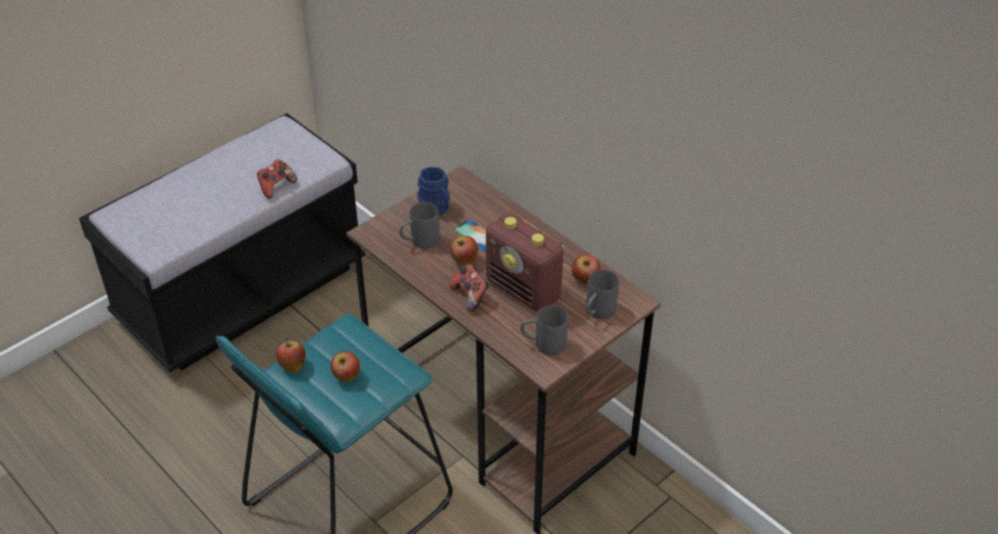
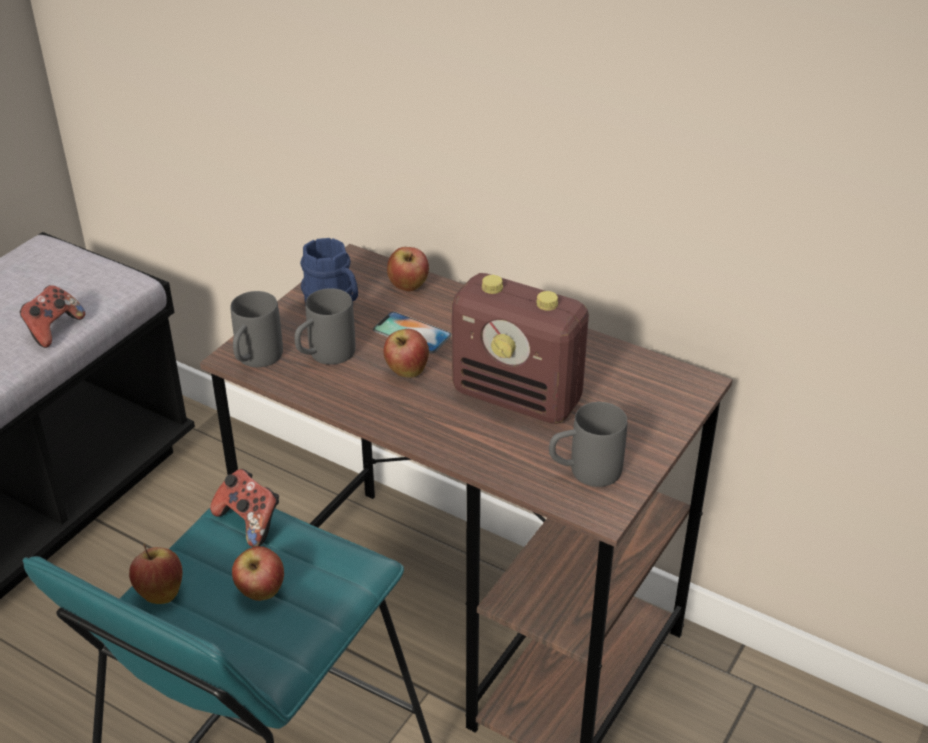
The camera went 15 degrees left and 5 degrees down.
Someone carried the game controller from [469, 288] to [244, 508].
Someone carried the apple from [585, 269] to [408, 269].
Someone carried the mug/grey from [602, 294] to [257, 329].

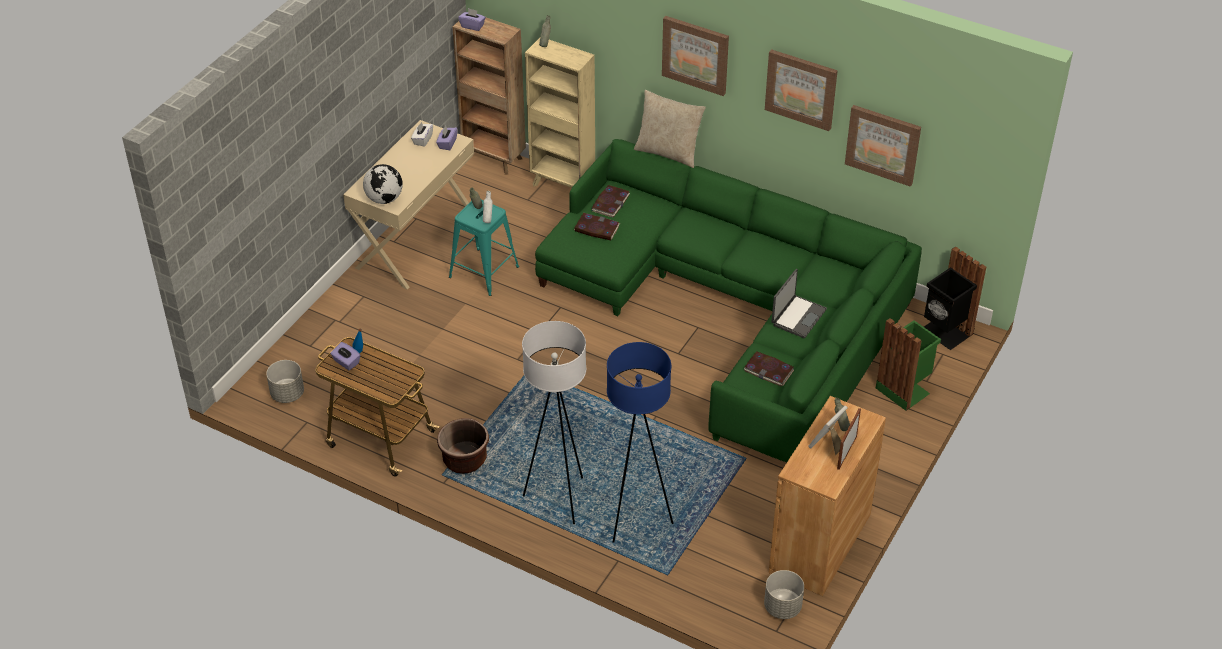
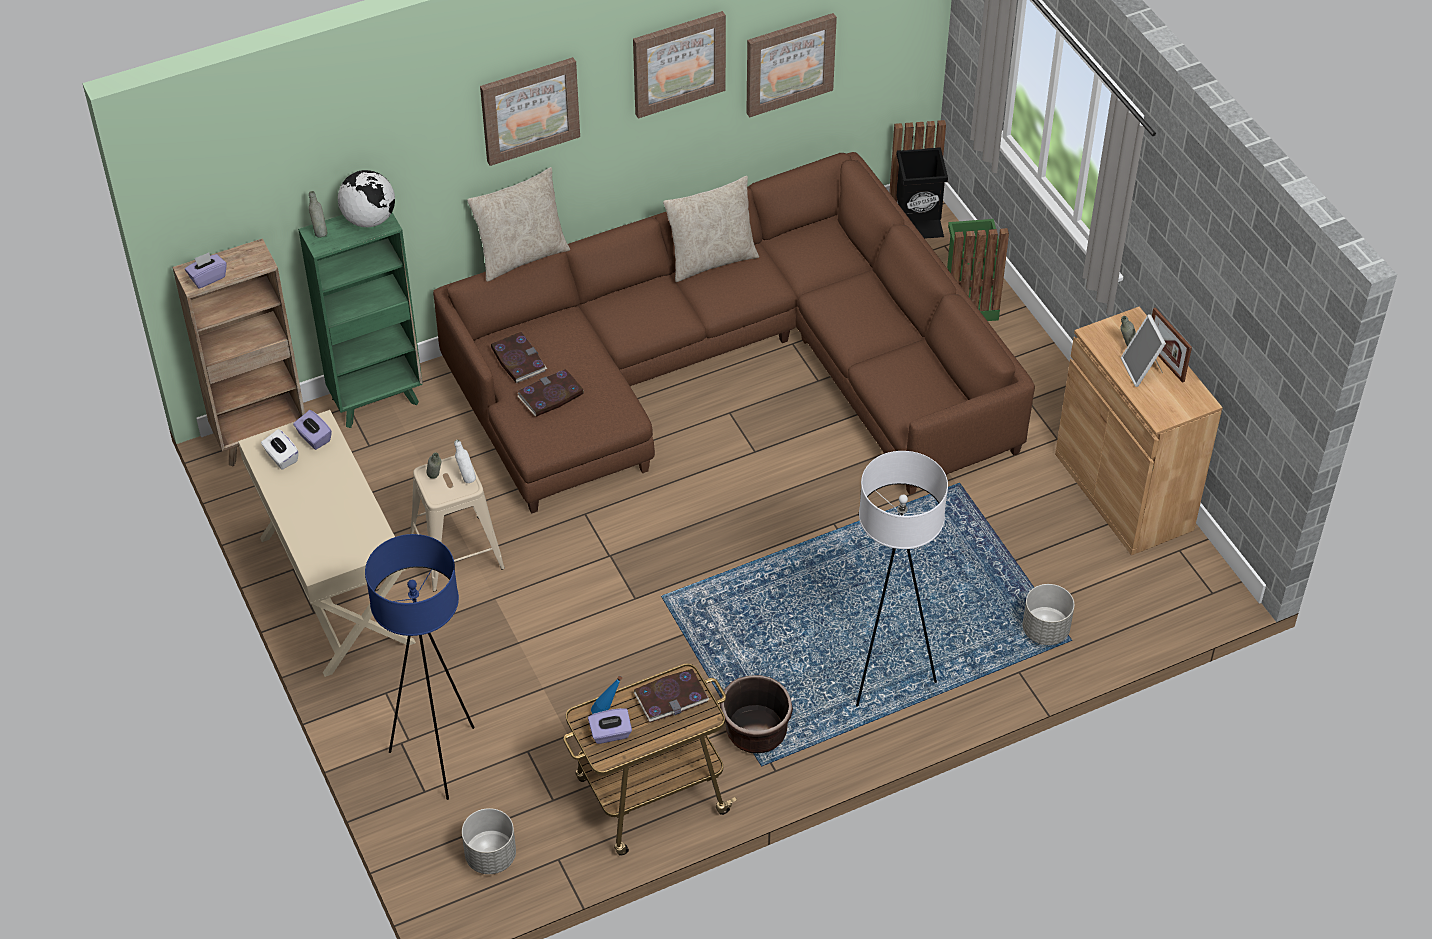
The camera went 55 degrees left and 5 degrees up.
Someone carried the globe from [383, 184] to [366, 198].
Someone repainted the stool/turquoise at [484, 248], which became the stool/beige at [457, 523].
Someone repainted the bookcase/beige at [560, 113], which became the bookcase/green at [360, 320].
Someone repainted the sofa/green at [728, 300], which became the sofa/brown at [734, 333].
Someone carried the floor lamp/blue from [640, 442] to [420, 667].
Someone carried the book from [769, 369] to [671, 696].
Someone carried the planter/grey from [784, 594] to [1048, 614].
Someone took away the laptop at [799, 303].
Someone put down the pillow/beige at [711, 229].

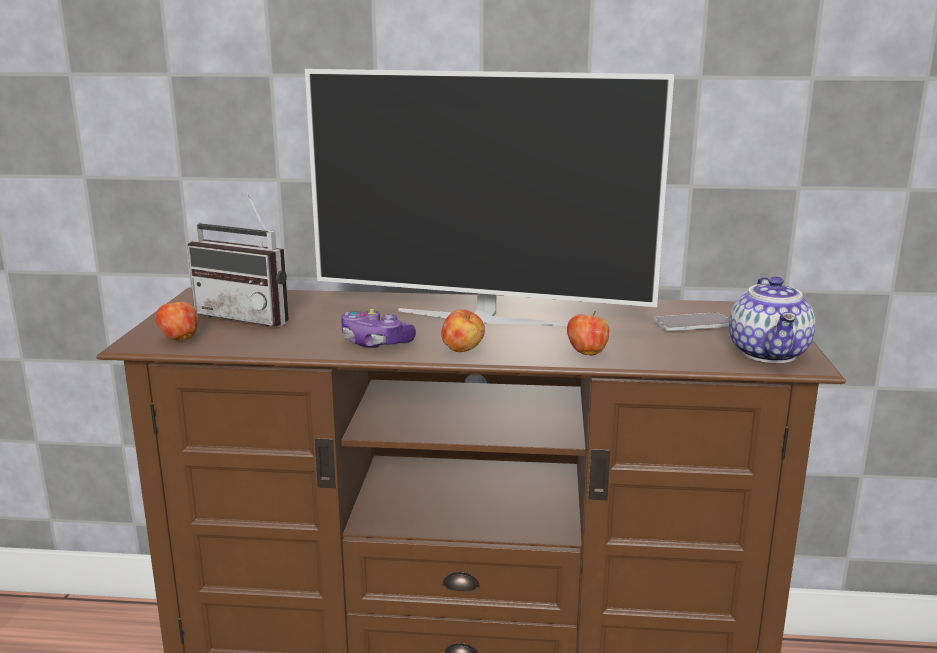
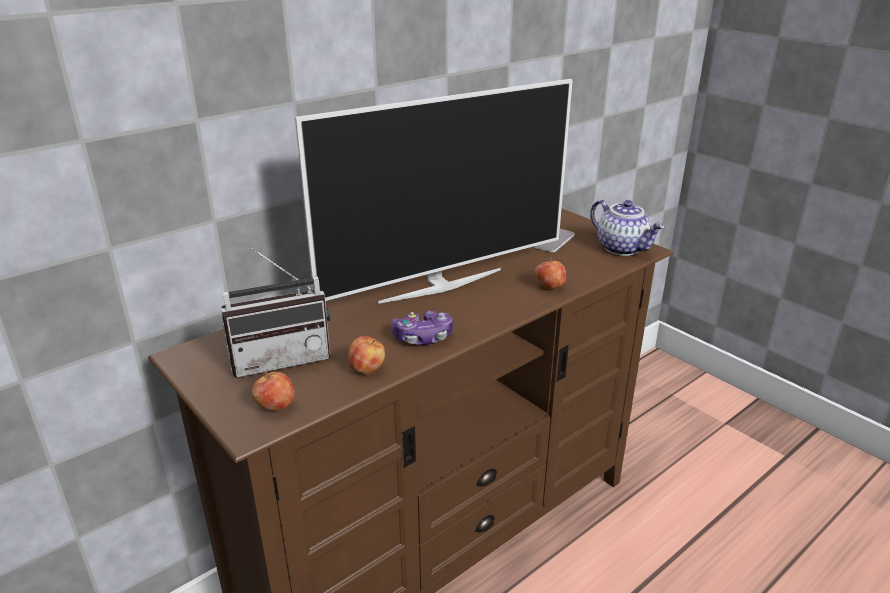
The camera went 45 degrees left and 10 degrees up.
Someone carried the apple from [463, 330] to [366, 355].

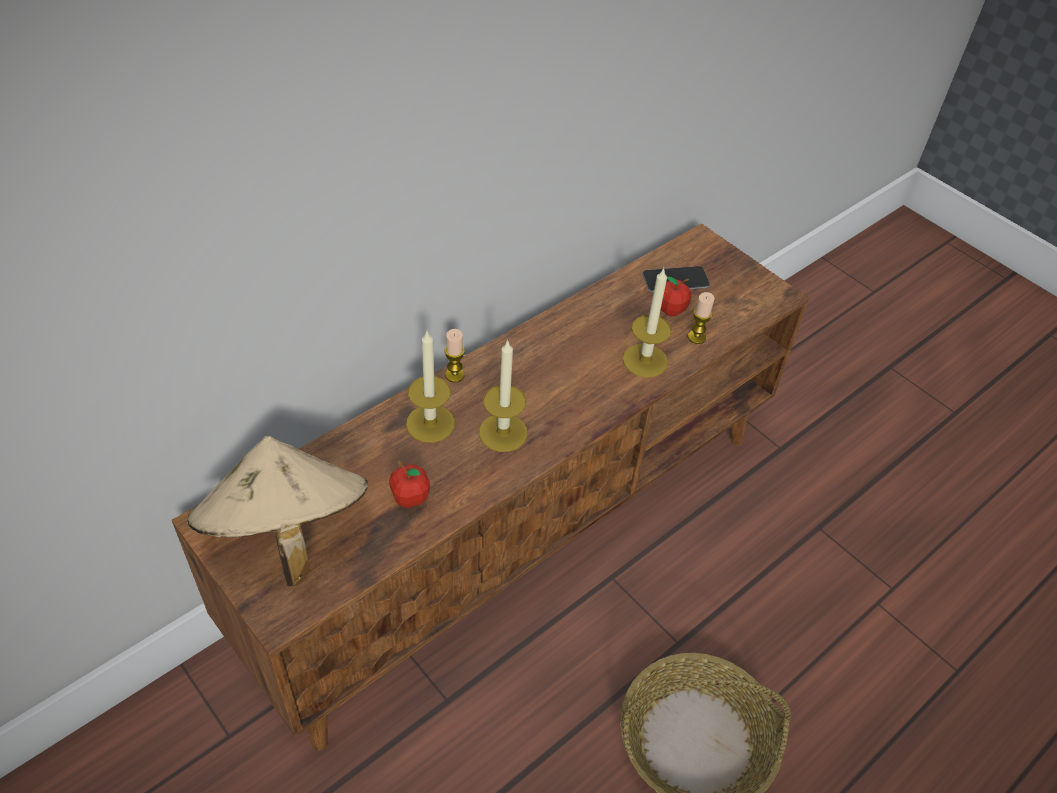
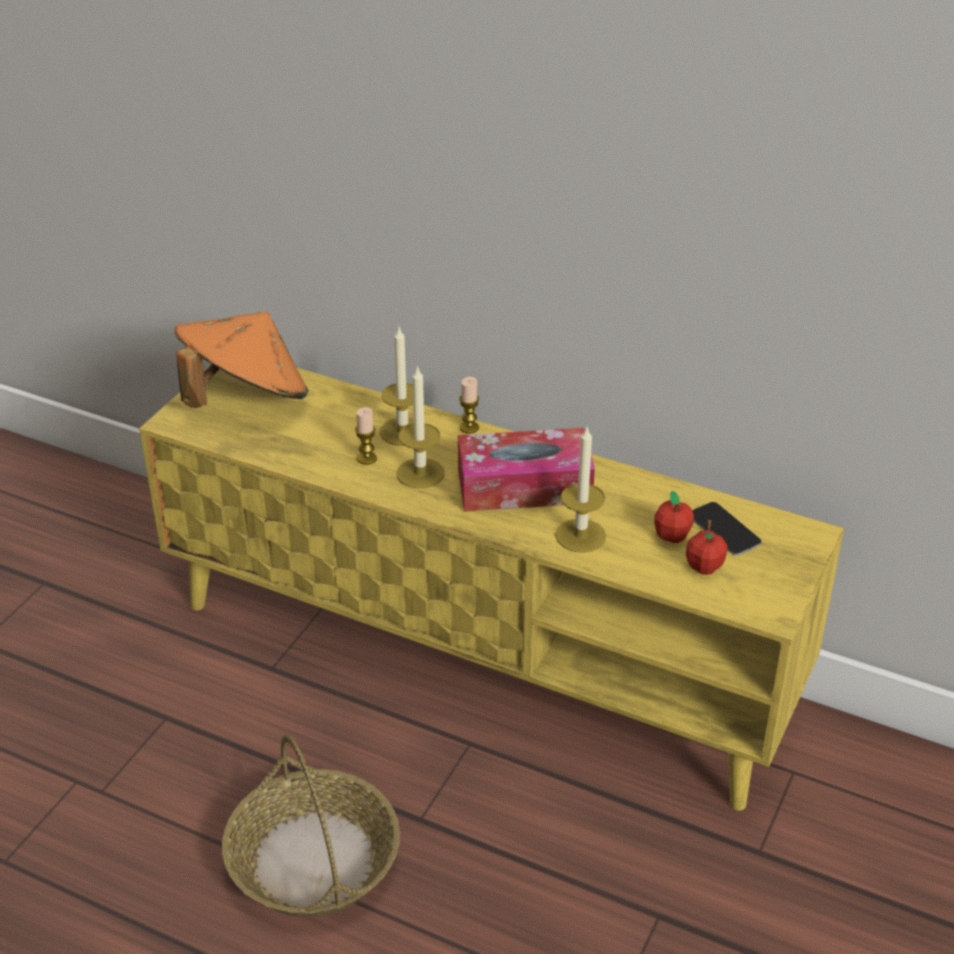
The camera went 70 degrees right and 10 degrees down.
Someone repainted the tv stand/brown at [490, 487], which became the tv stand/yellow at [491, 589].
Someone repainted the hat/beige at [278, 511], which became the hat/orange at [241, 360].
Someone carried the apple from [409, 484] to [707, 547].
Someone carried the candle from [701, 318] to [366, 436].
Someone put down the tissue box at [526, 470].

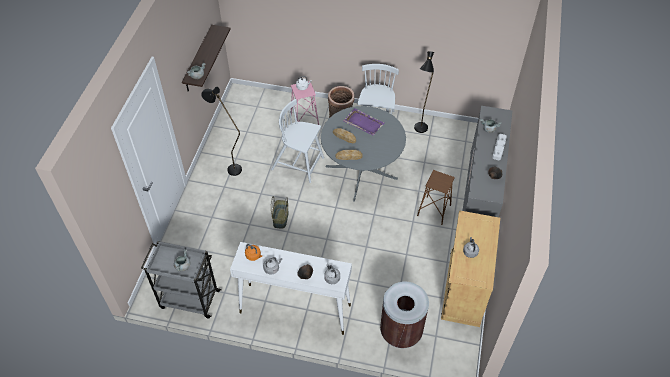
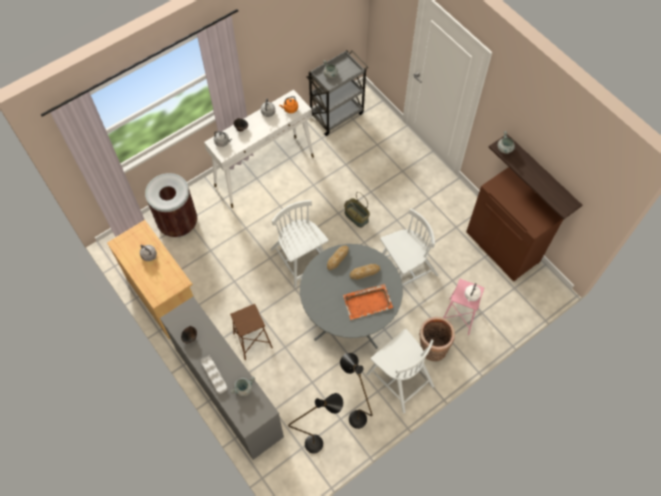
The camera went 130 degrees right and 10 degrees up.
Someone carried the floor lamp/black from [221, 131] to [315, 423].
Someone repainted the tray/purple at [364, 121], which became the tray/orange at [368, 302].
Someone put down the chair/white at [299, 244].
Someone put down the cabinet/brown at [514, 224].

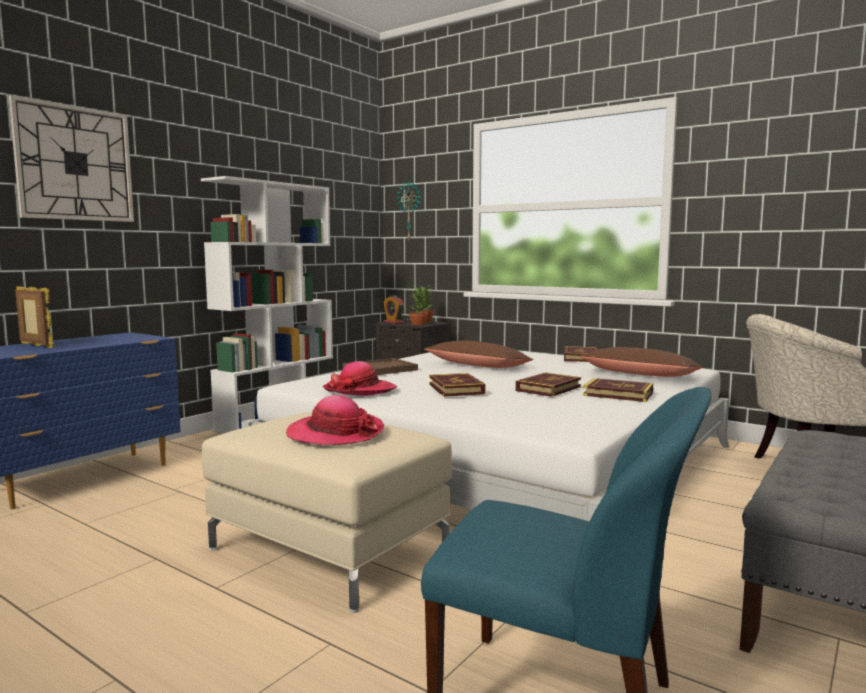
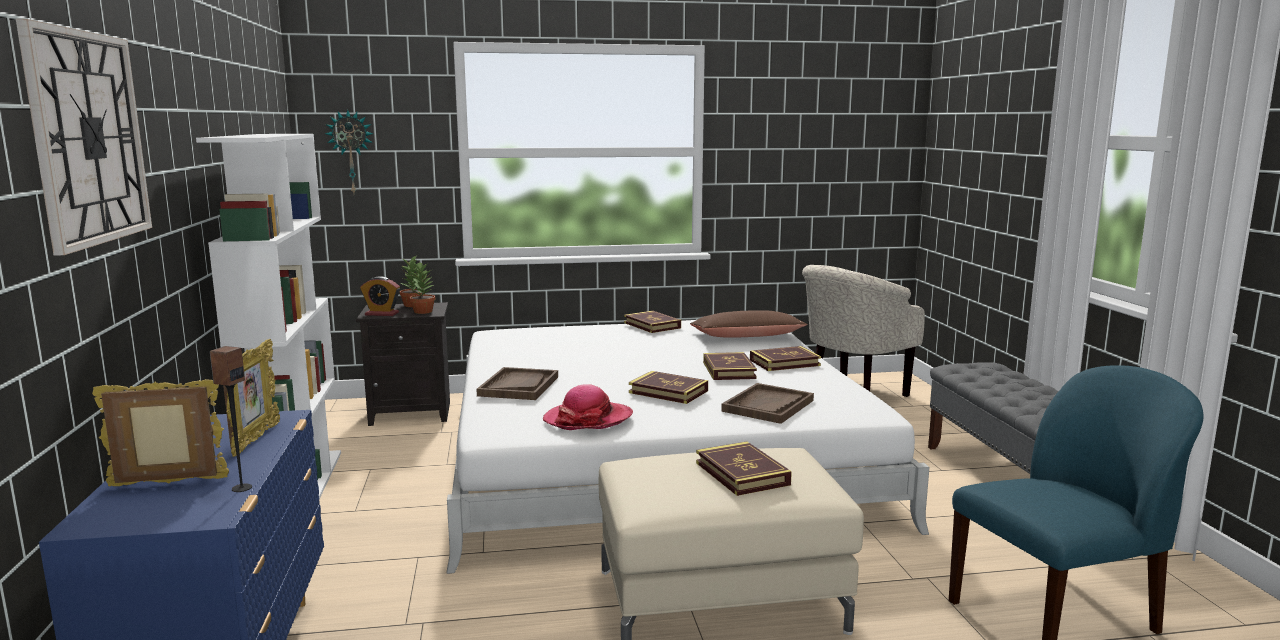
The camera went 45 degrees left and 5 degrees up.
Someone swapped the hat at [335, 420] for the book at [744, 469].
Someone took away the pillow/brown at [478, 354].
Someone put down the speaker at [231, 419].
Someone put down the picture frame at [251, 398].
Someone put down the tray/brown at [767, 403].

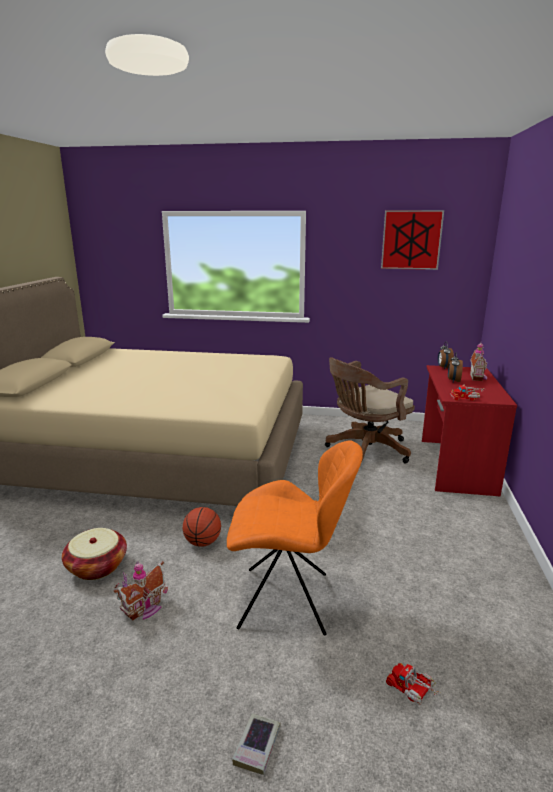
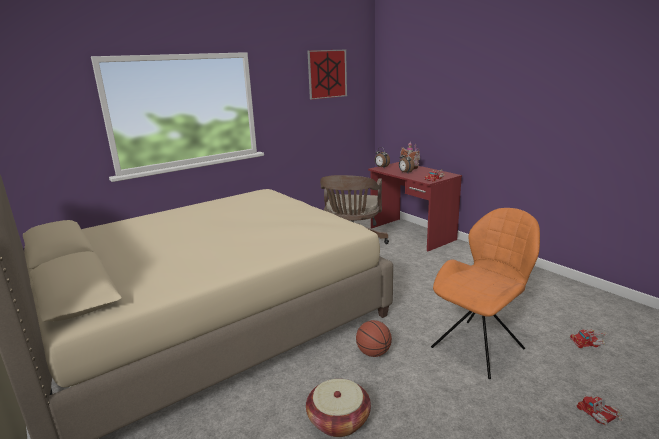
The camera went 45 degrees left and 0 degrees up.
Someone took away the toy house at [141, 591].
Someone swapped the book at [256, 744] for the toy truck at [601, 410].

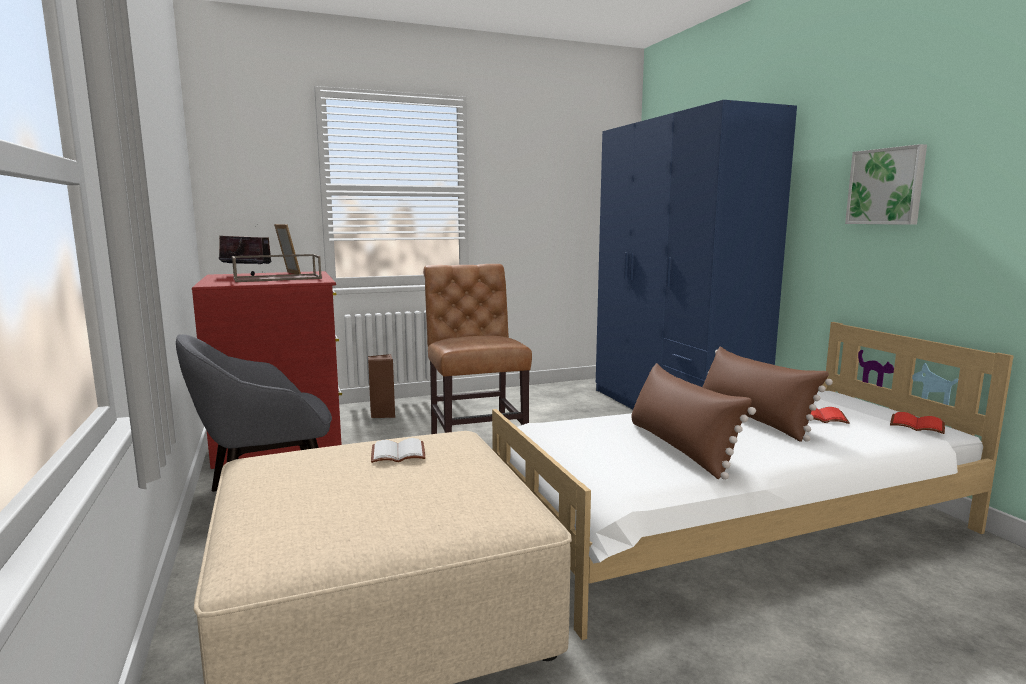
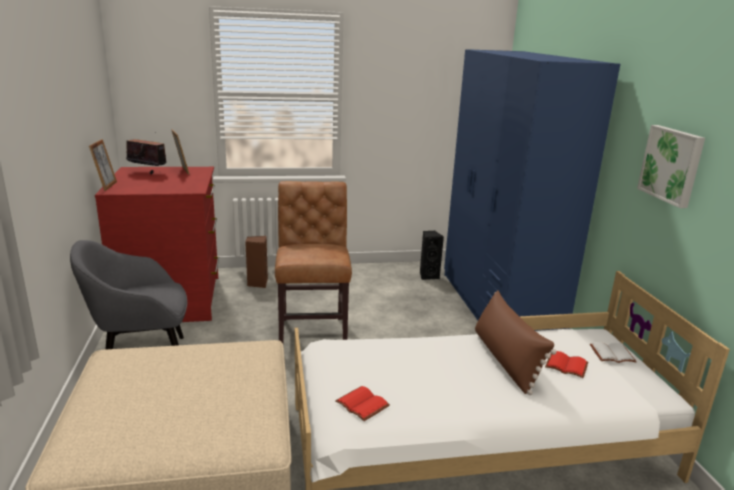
The camera went 10 degrees right and 10 degrees up.
Someone took away the tray/brown at [277, 268].
Someone carried the book/white from [398, 450] to [613, 352].
Someone took away the pillow/brown at [694, 421].
Someone carried the book/red from [917, 423] to [362, 403].
Someone put down the picture frame at [103, 165].
Someone put down the speaker/black at [432, 255].

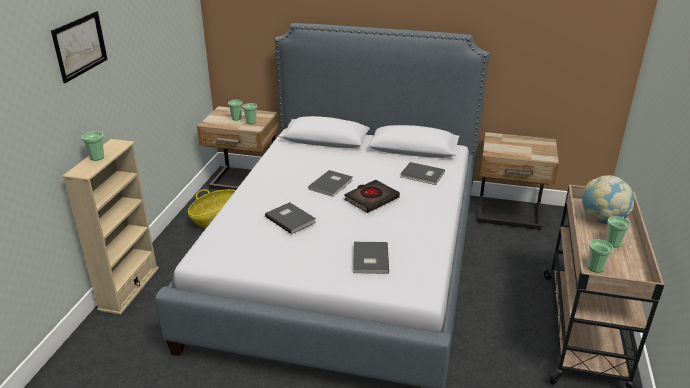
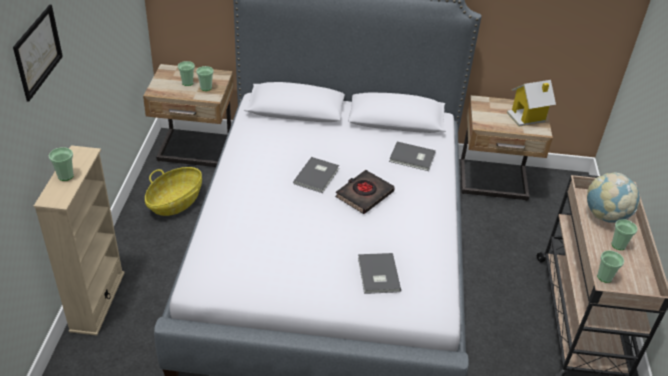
The camera went 10 degrees left and 10 degrees up.
Someone took away the book/grey at [290, 218].
Someone put down the toy house at [531, 103].

